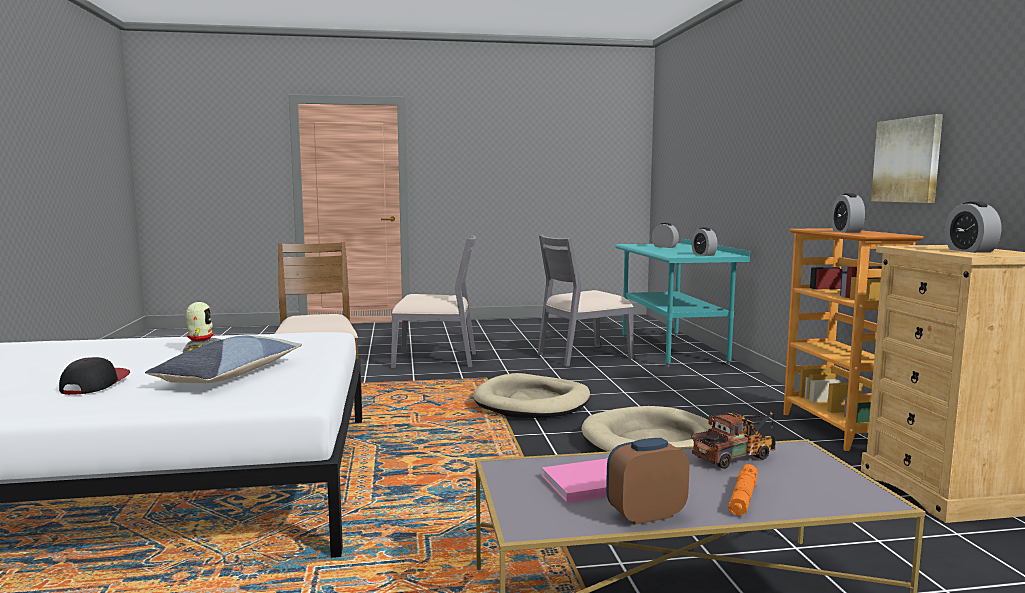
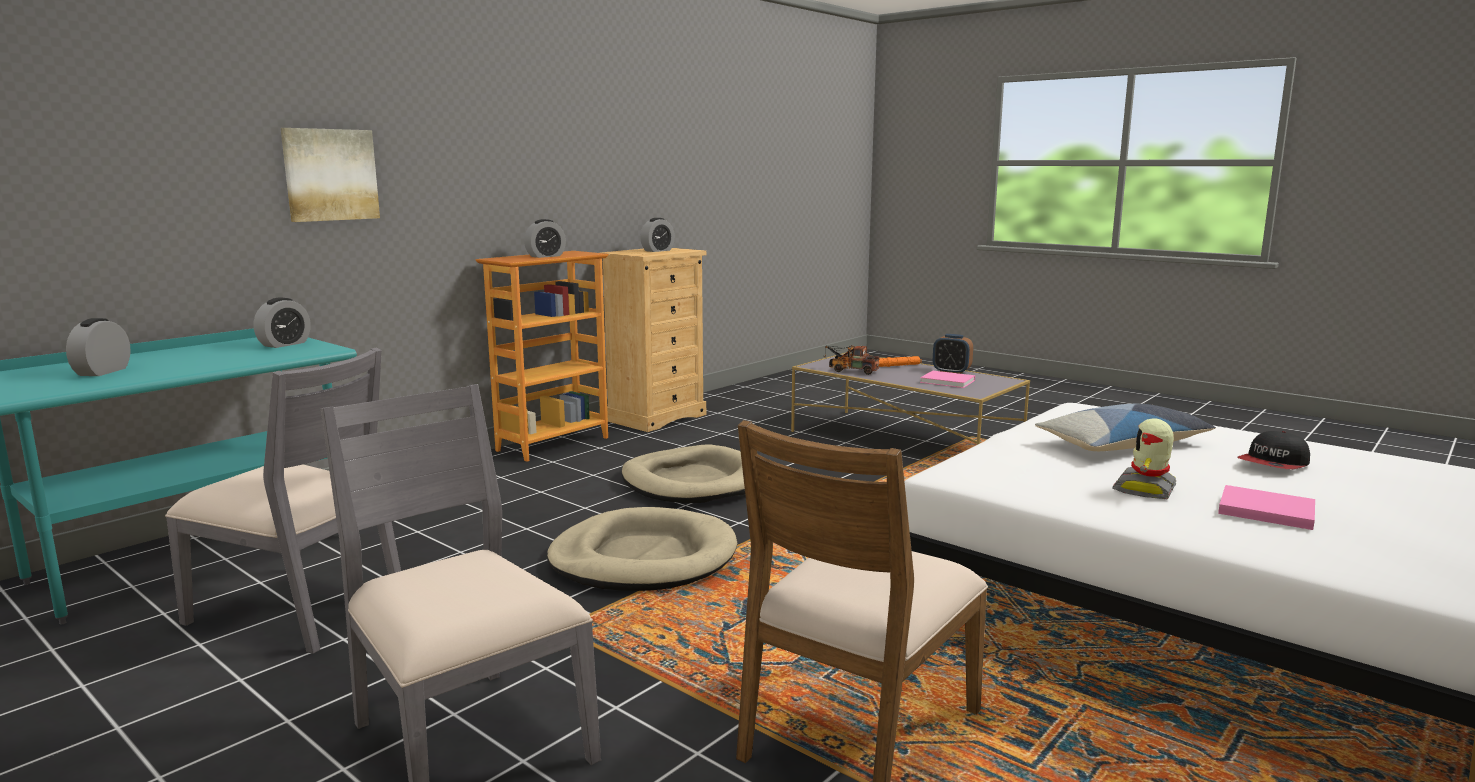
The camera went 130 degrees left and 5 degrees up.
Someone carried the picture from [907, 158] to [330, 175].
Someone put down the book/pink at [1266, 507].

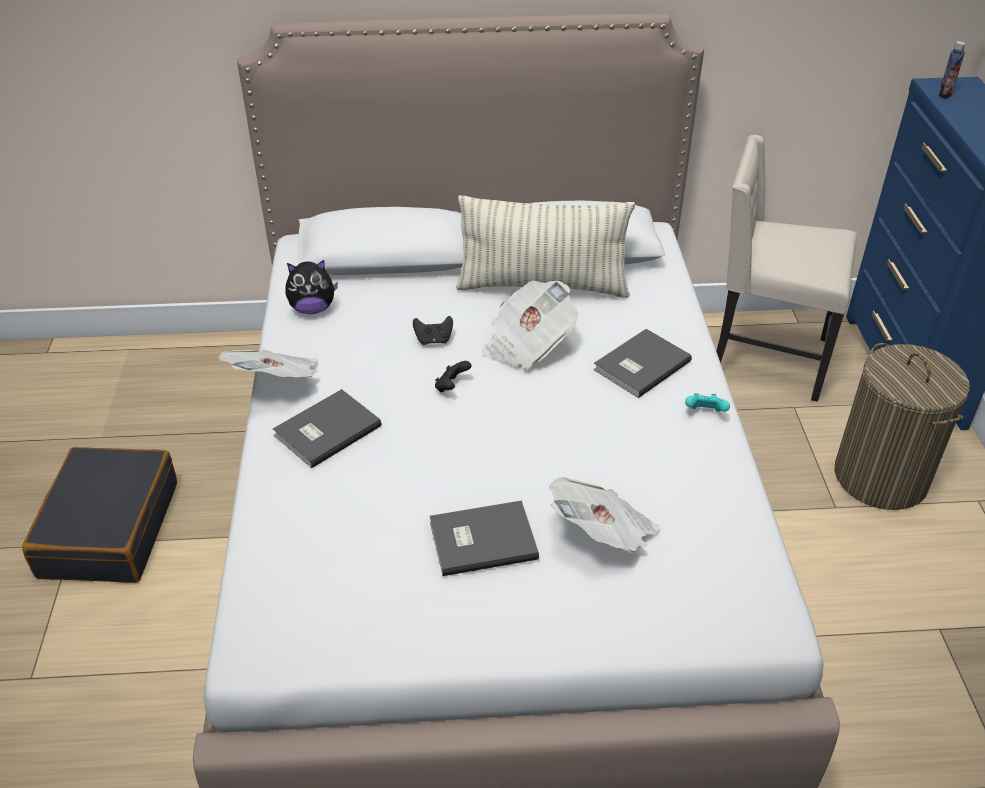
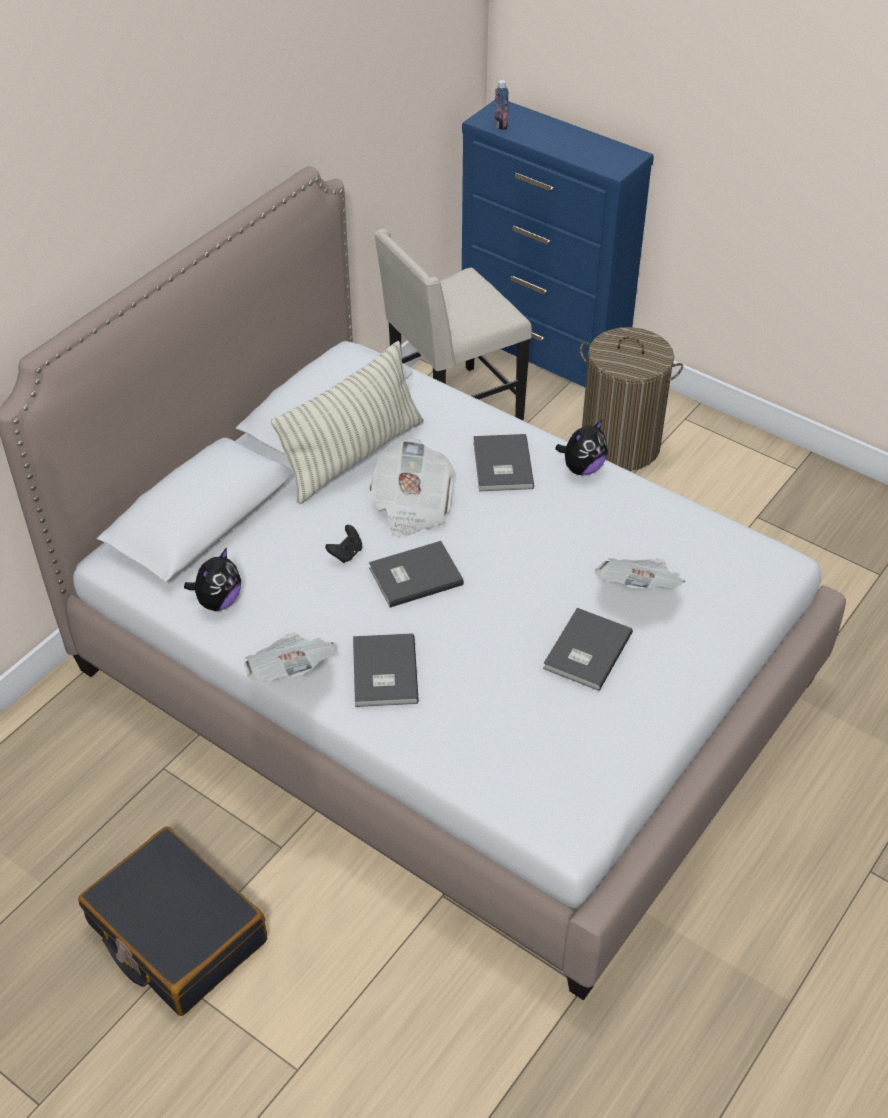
The camera went 50 degrees left and 5 degrees up.
Someone swapped the game controller/black at [453, 376] for the book/grey at [416, 574].
Someone swapped the game controller/turquoise at [707, 402] for the plush toy at [581, 447].

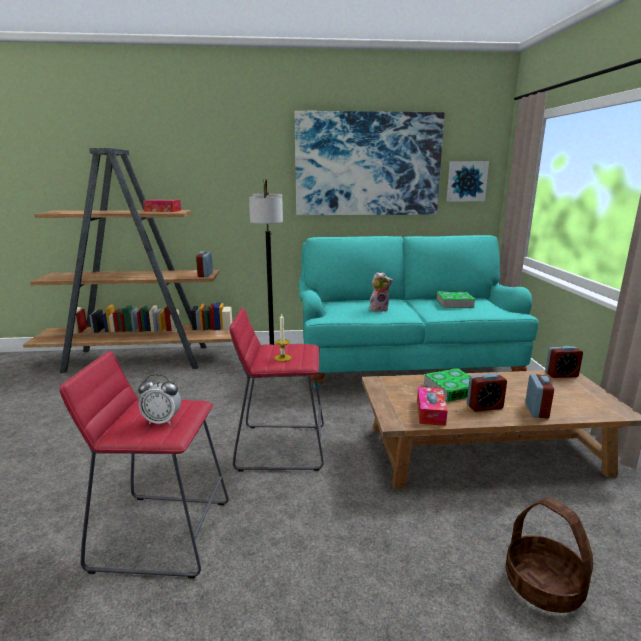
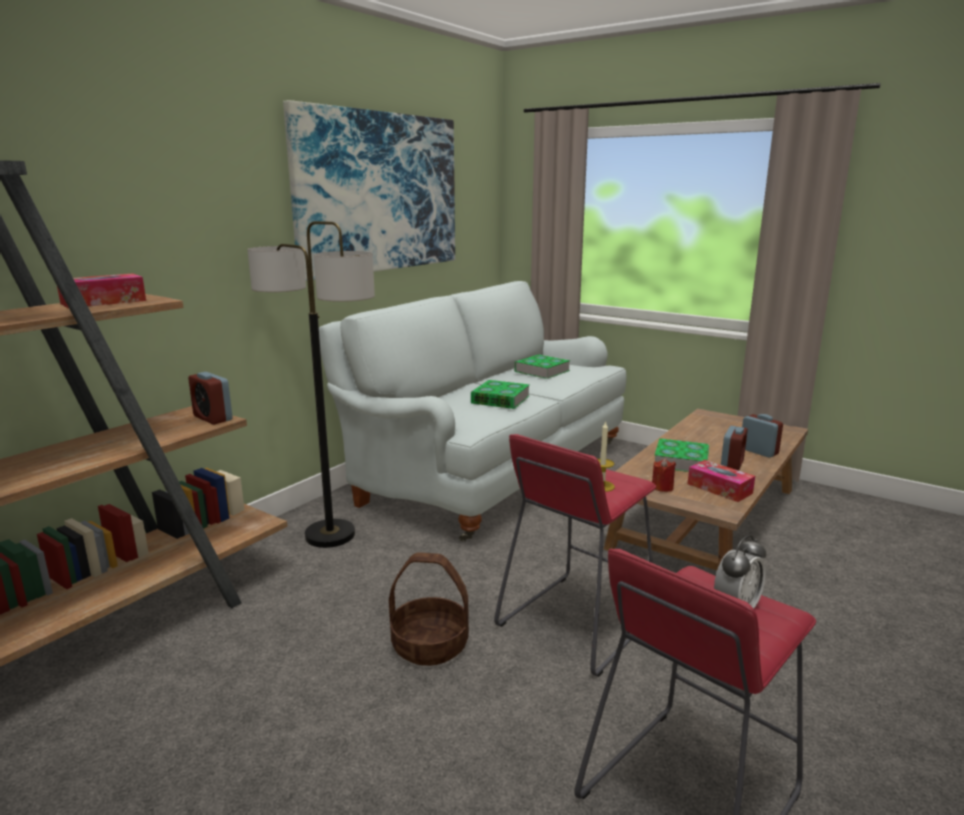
The camera went 50 degrees left and 0 degrees up.
Someone repainted the sofa/turquoise at [419, 311], which became the sofa/white at [473, 411].
Someone swapped the plush toy at [381, 292] for the book at [500, 394].
Someone took away the picture at [467, 181].
Someone carried the basket from [549, 555] to [429, 609].
Someone took away the alarm clock at [564, 362].
Someone put down the candle/red at [664, 475].

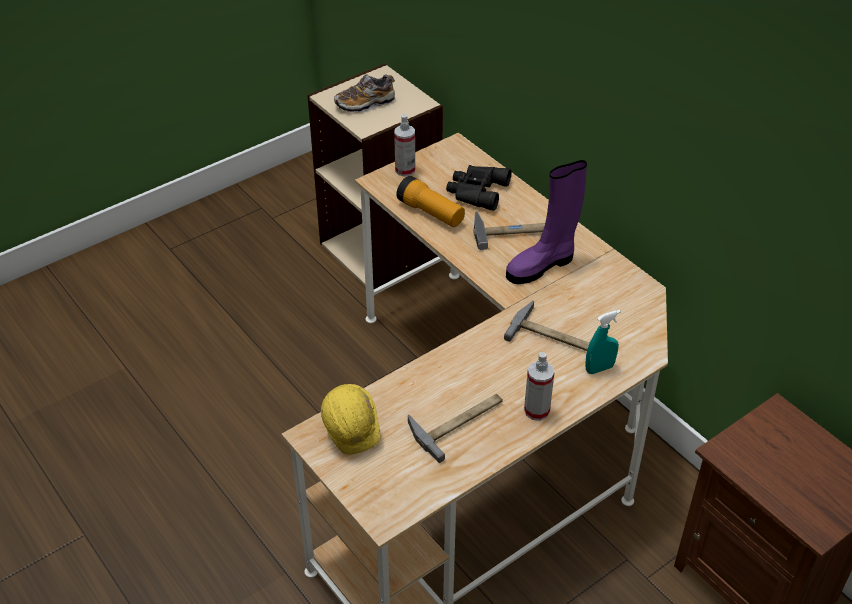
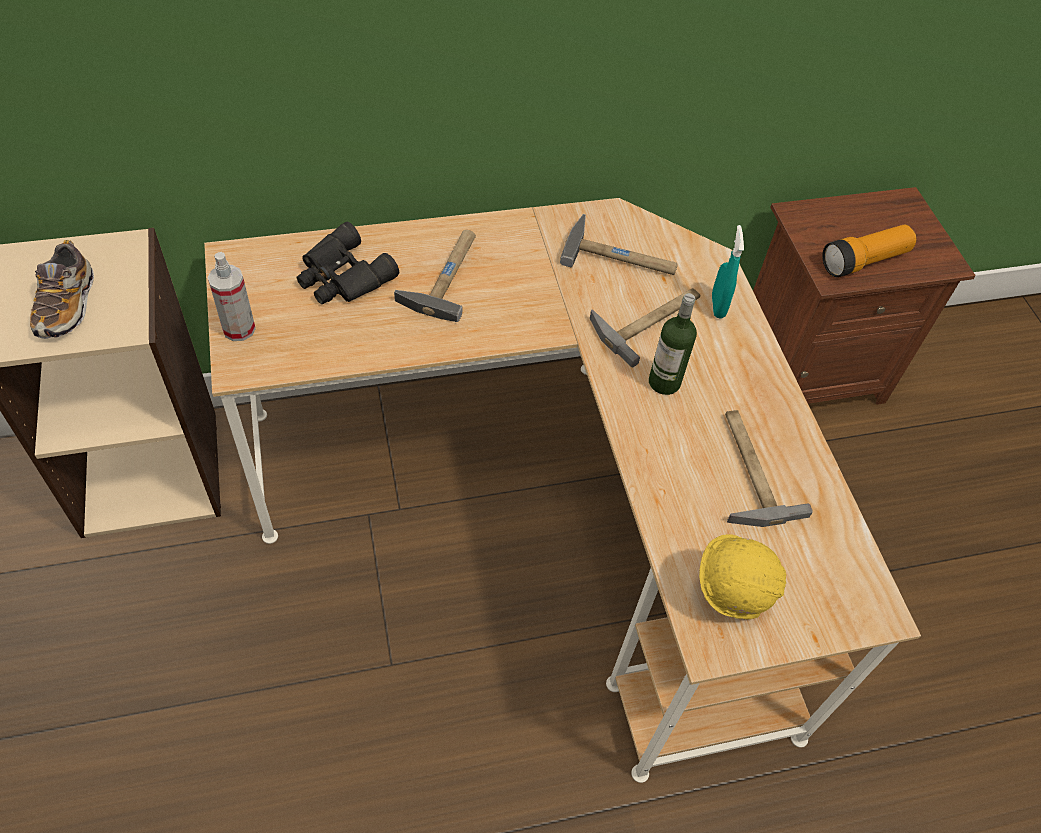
The camera went 70 degrees left and 10 degrees up.
Someone carried the flashlight from [430, 201] to [869, 251].
Someone took away the boot/purple at [546, 222].
Someone took away the spray bottle at [539, 386].
Someone put down the hammer at [619, 244].
Someone put down the bottle at [673, 344].

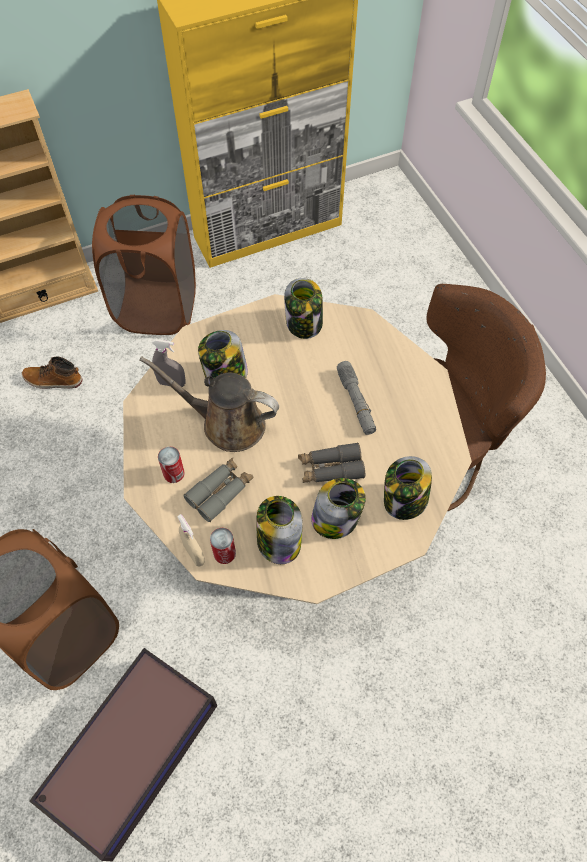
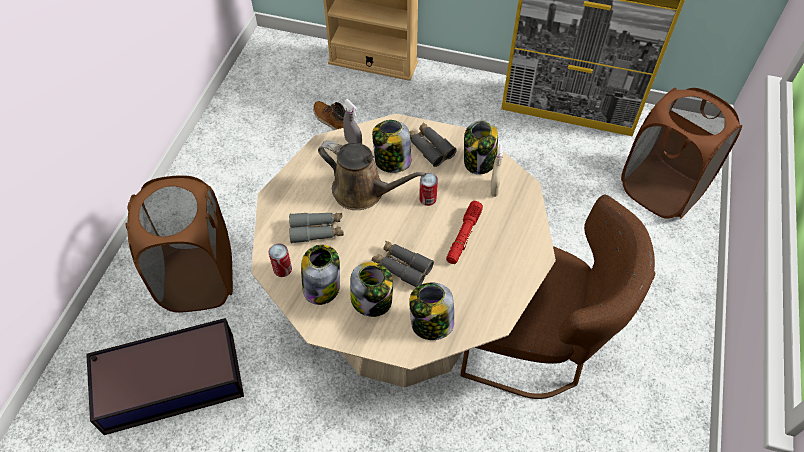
The camera went 40 degrees right and 5 degrees down.
Someone carried the laundry basket/brown from [144, 265] to [681, 153].
Someone rotated the watering can/brown at [209, 404] by 150 degrees clockwise.
Someone carried the can from [171, 464] to [428, 189].
Someone carried the spray bottle/beige from [191, 540] to [496, 170].
Someone repainted the flashlight/grey at [356, 398], which became the flashlight/red at [464, 232].
Someone put down the binoculars/grey at [433, 144].

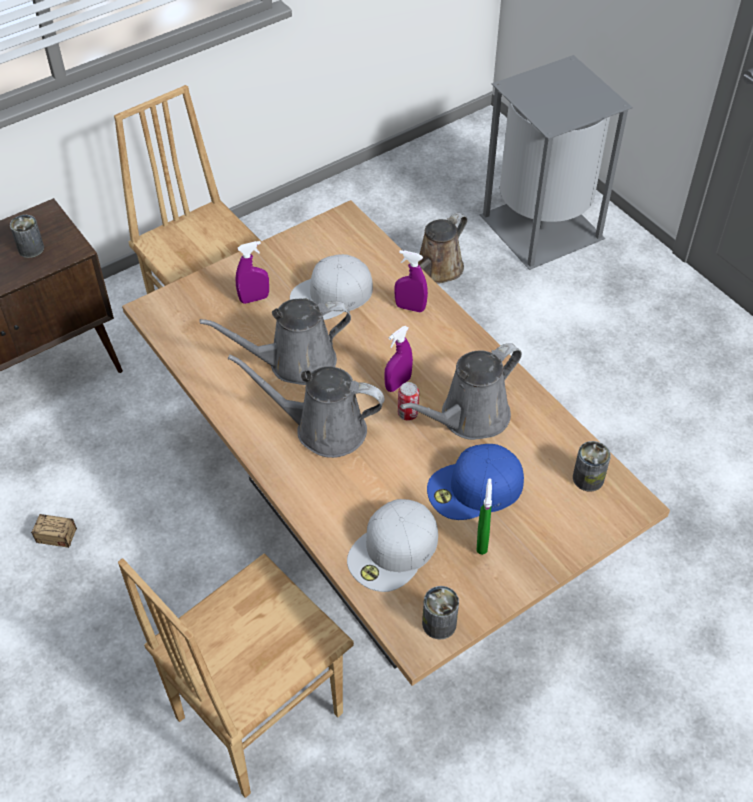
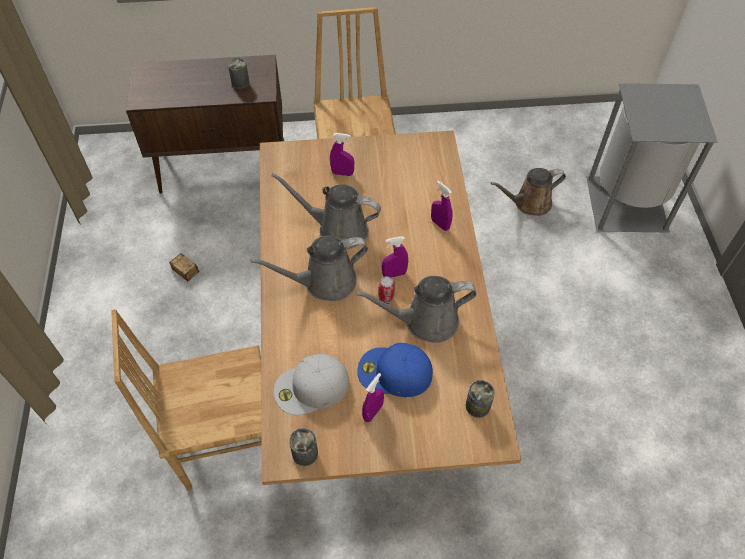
The camera went 30 degrees right and 5 degrees up.
Someone rotated the watering can/grey at [306, 406] by 60 degrees counterclockwise.
Someone took away the cap/white at [331, 287].
Someone repainted the spray bottle/green at [484, 516], which became the spray bottle/purple at [373, 397].

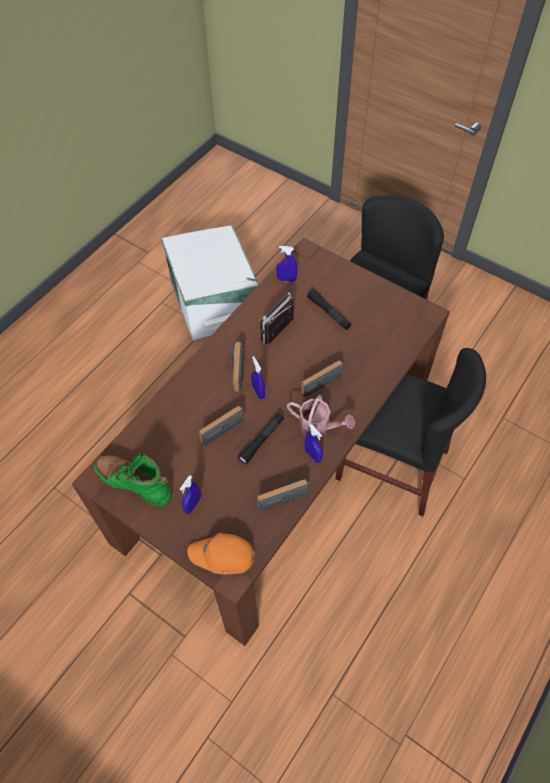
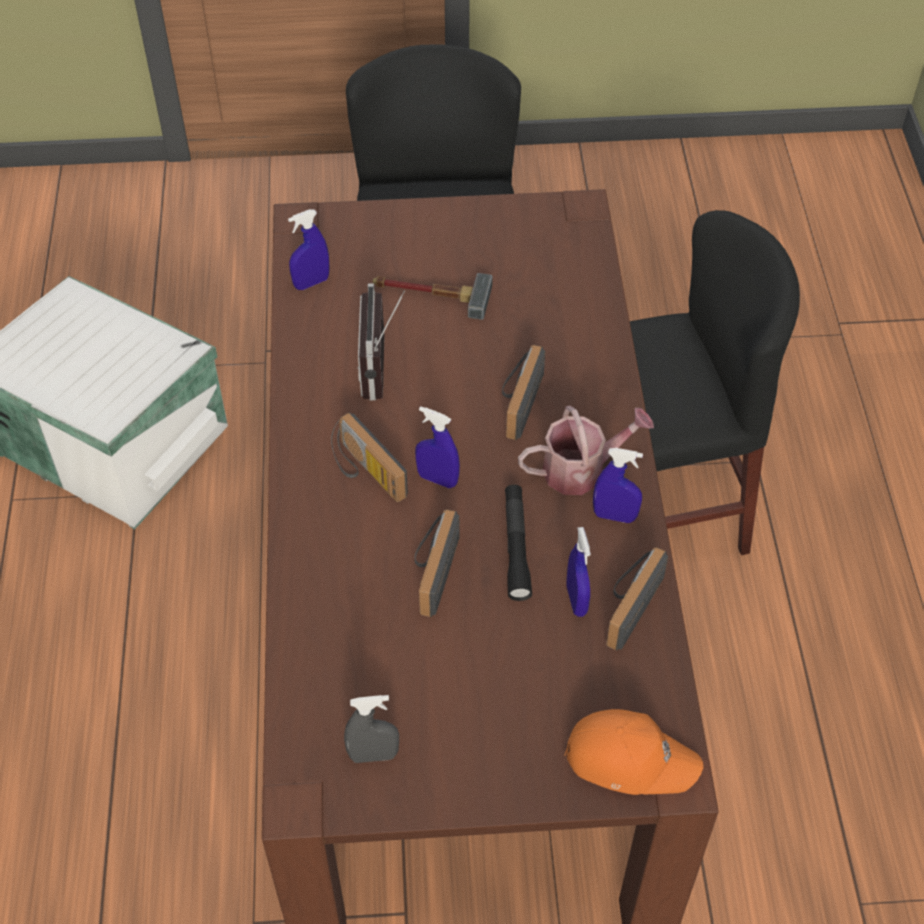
The camera went 40 degrees left and 5 degrees down.
Someone swapped the boot/green at [133, 479] for the spray bottle/grey at [371, 729].
Someone carried the spray bottle/blue from [190, 494] to [578, 572].
Someone rotated the cap/orange at [221, 553] by 135 degrees counterclockwise.
Someone swapped the flashlight/black at [329, 309] for the hammer at [433, 296].

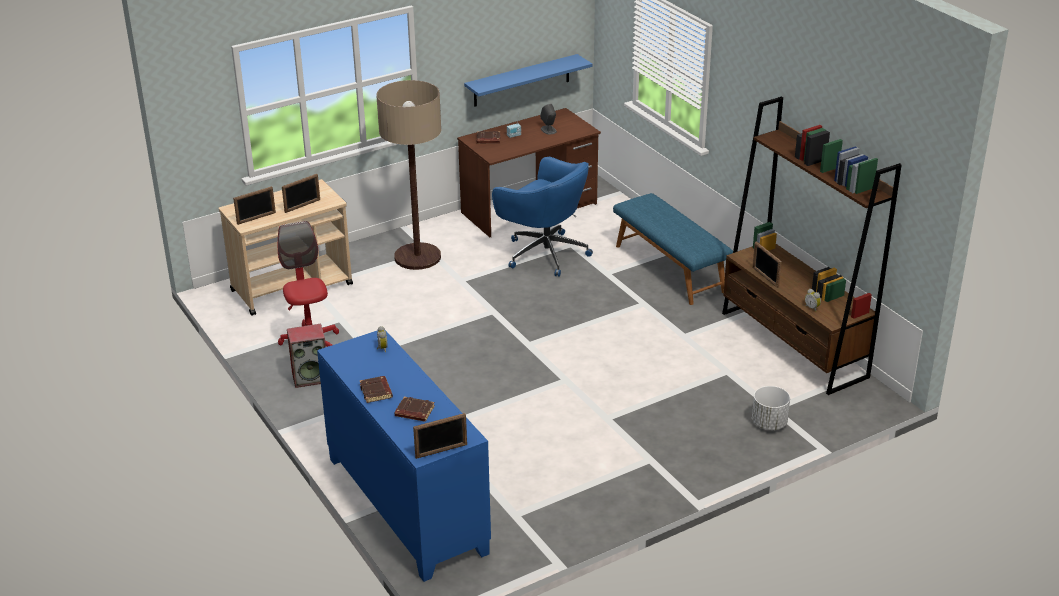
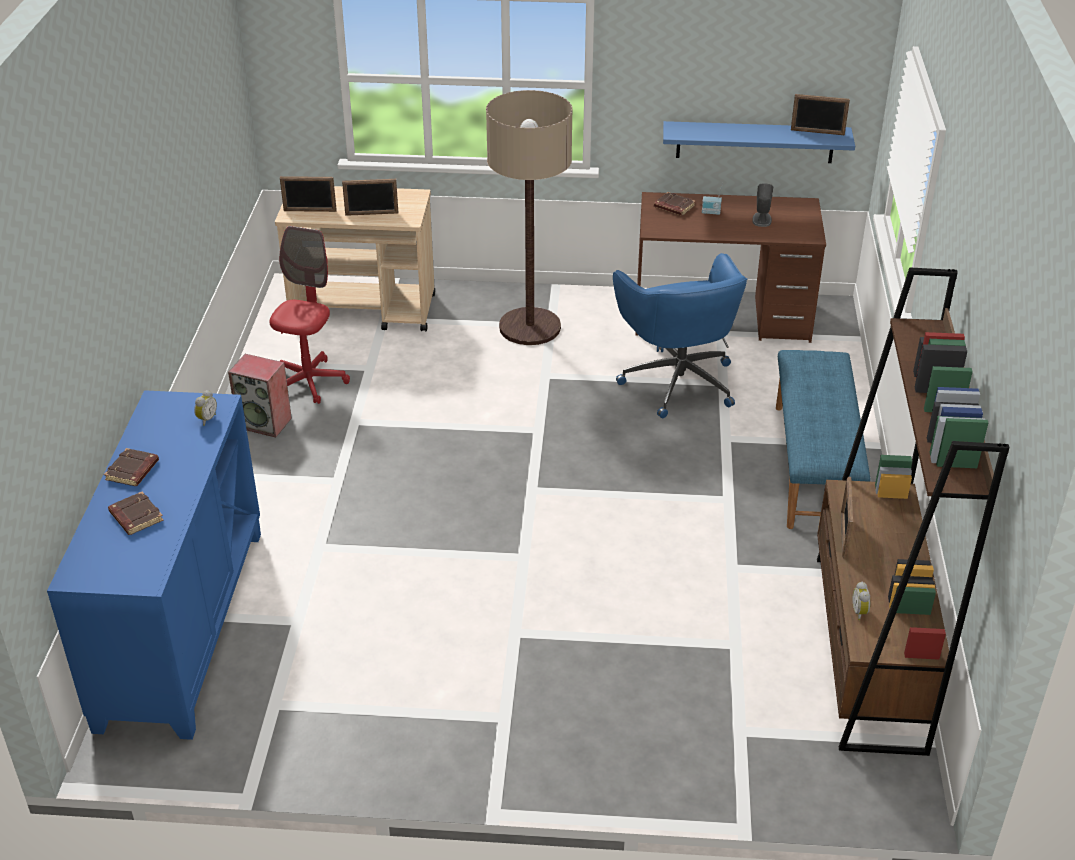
The camera went 35 degrees right and 5 degrees up.
Someone carried the picture frame from [440, 436] to [820, 114].
Someone took away the planter/white at [771, 408].

